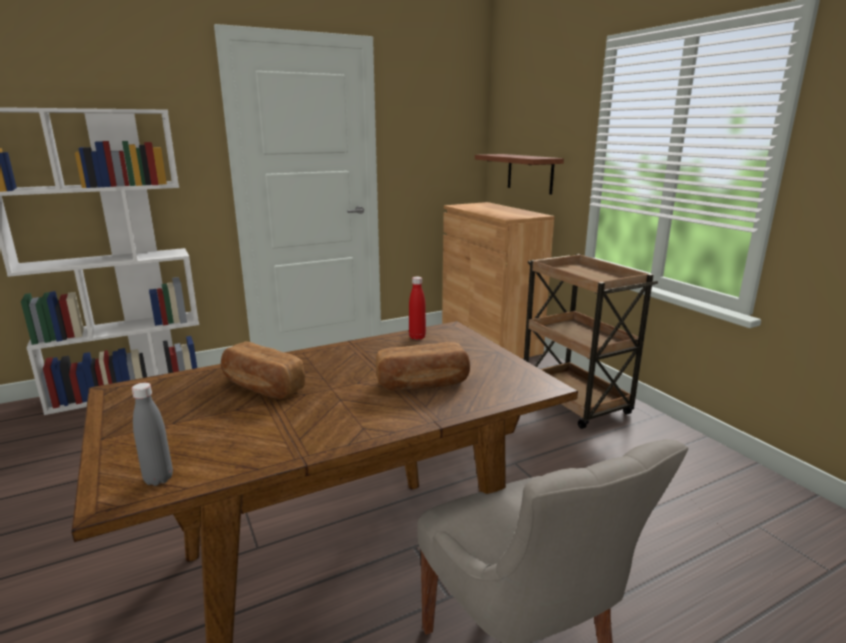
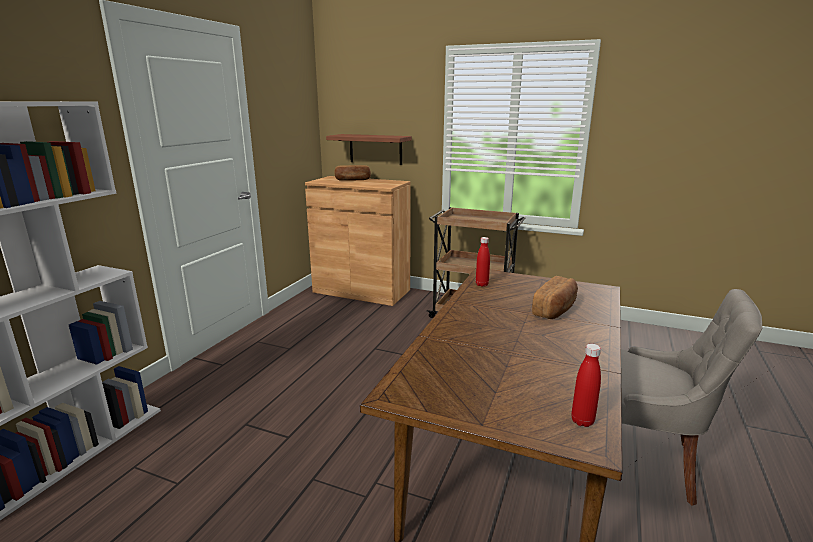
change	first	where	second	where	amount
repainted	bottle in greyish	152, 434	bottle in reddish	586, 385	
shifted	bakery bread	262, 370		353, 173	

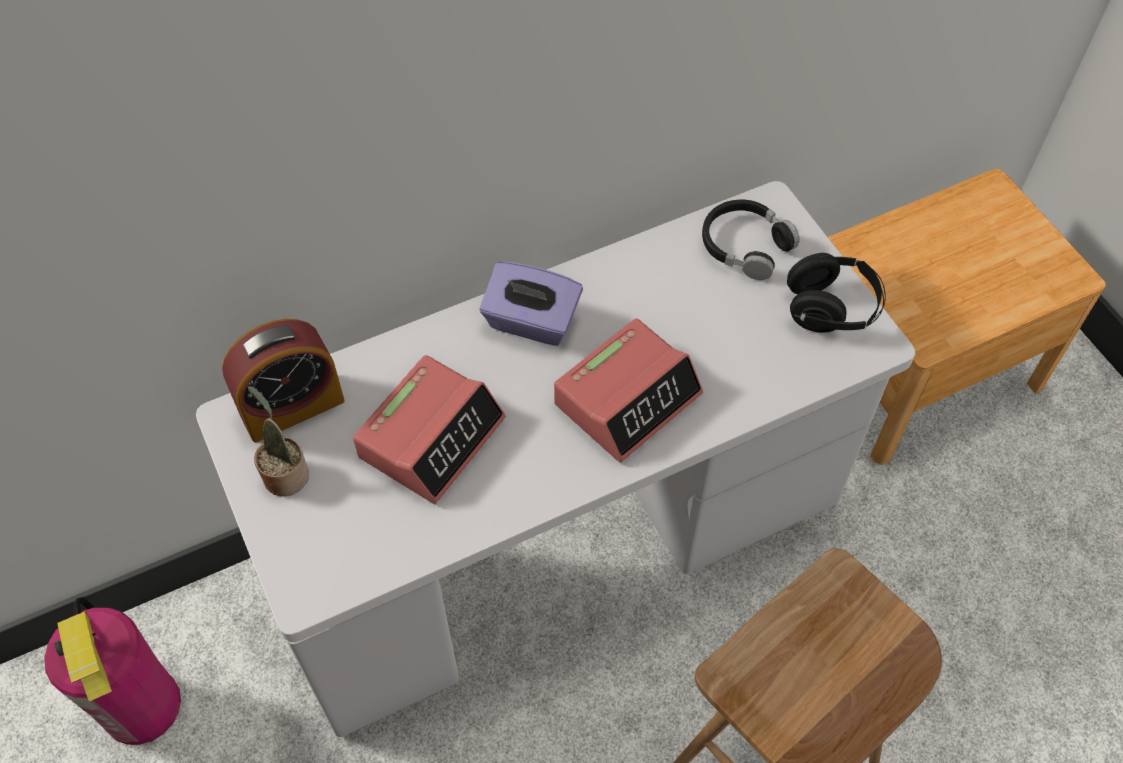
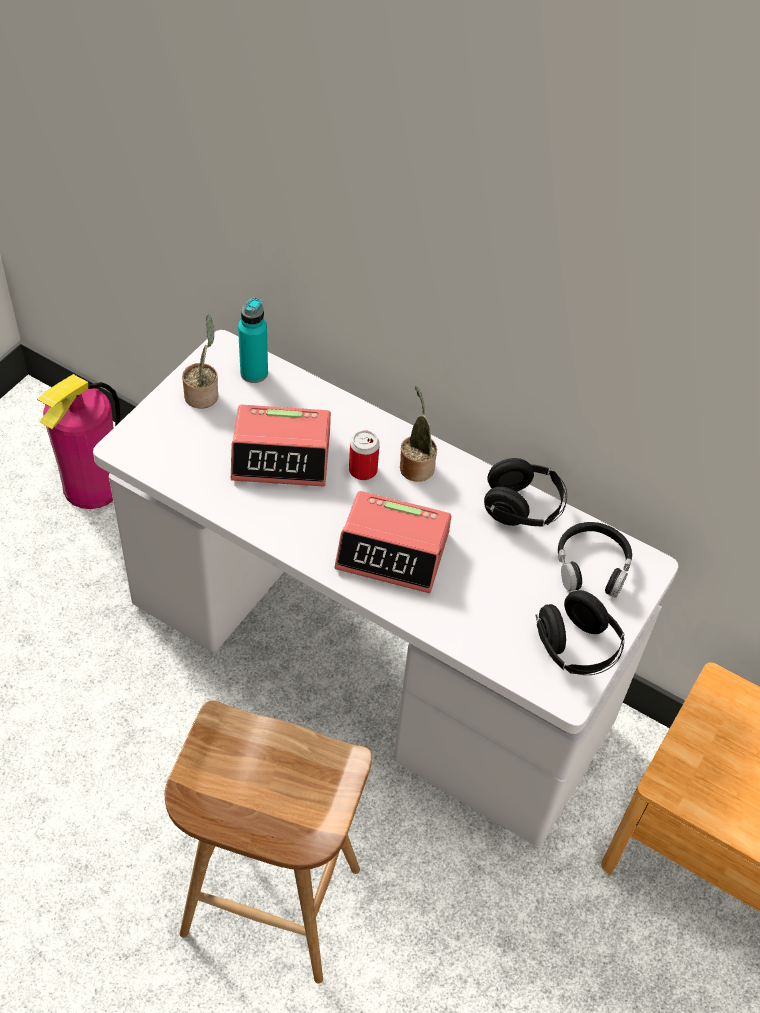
change	first	where	second	where	amount
swapped	table clock	283, 380	bottle in turquoise	253, 340	
swapped	tissue holder in purple-coloured	531, 304	potted plant	418, 434	
new			metal can	364, 455	
new			pair of headphones in blackish	525, 492	

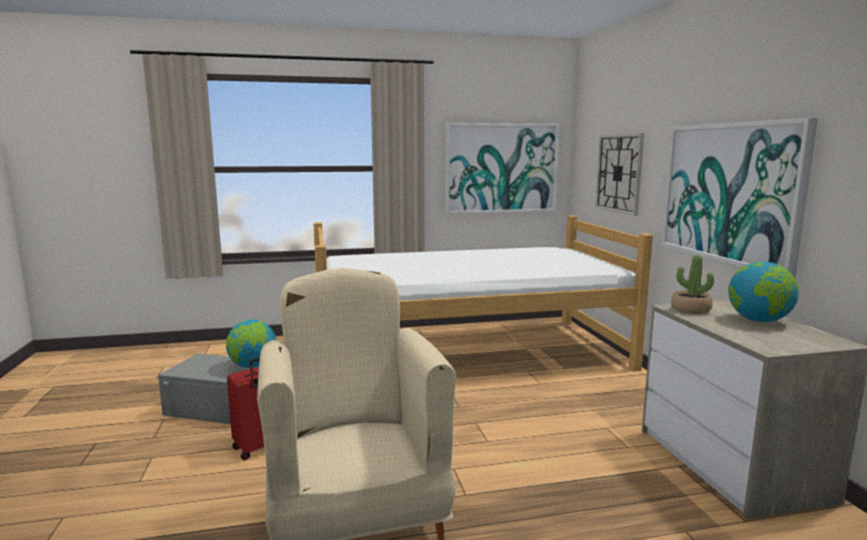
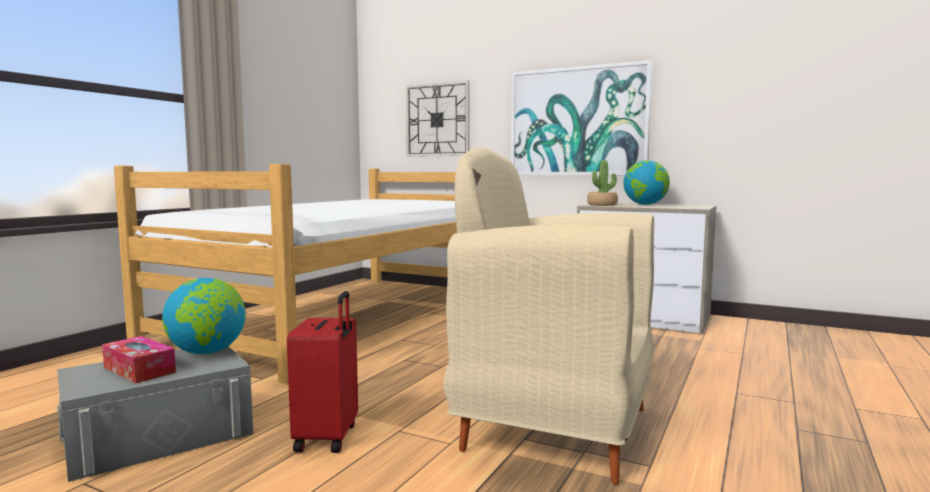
change	first	where	second	where	amount
gone	picture	502, 168			
new			tissue holder	139, 359	

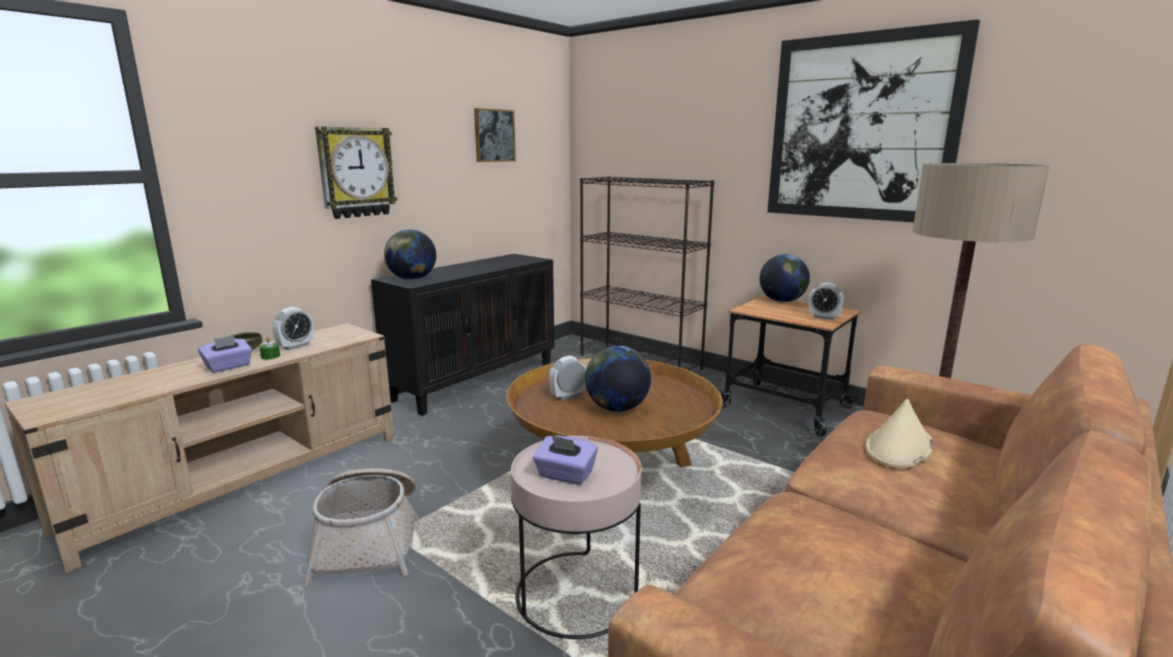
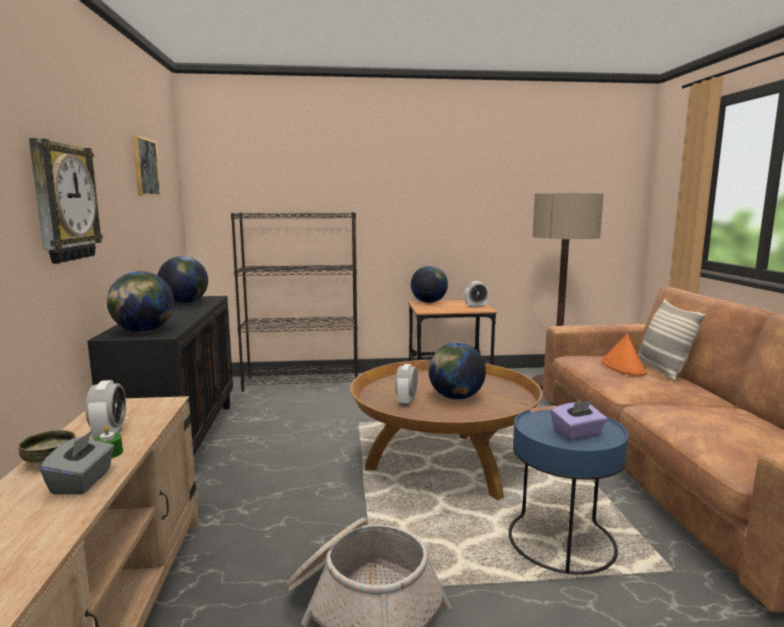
change	first	where	second	where	amount
repainted	tissue holder in purple-coloured	225, 354	tissue holder in greyish	77, 463	
repainted	end table in pinkish	576, 537	end table in bluish	568, 490	
gone	picture	874, 120			
repainted	clothing hat in beige-coloured	899, 433	clothing hat in orangey	624, 355	
new			desk globe	183, 280	
new			cushion	672, 340	

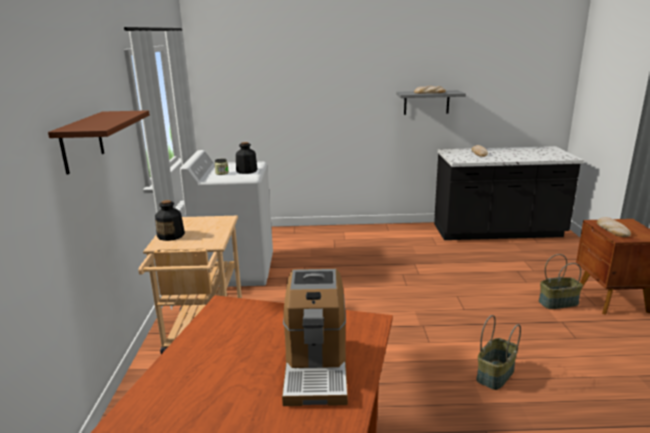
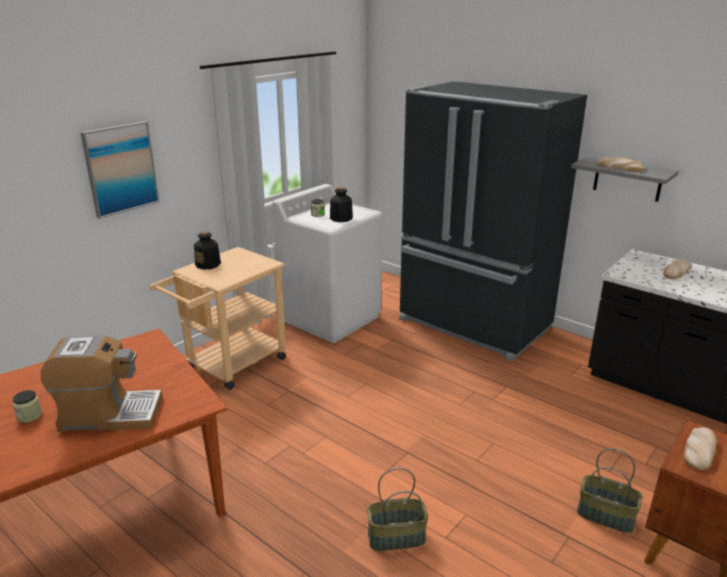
change	first	where	second	where	amount
swapped	bracket shelf in brown-coloured	99, 142	picture	119, 170	
rotated	coffee maker	315, 337		102, 383	135 degrees counterclockwise
new			jar	27, 406	
new			refrigerator in blackish	493, 221	

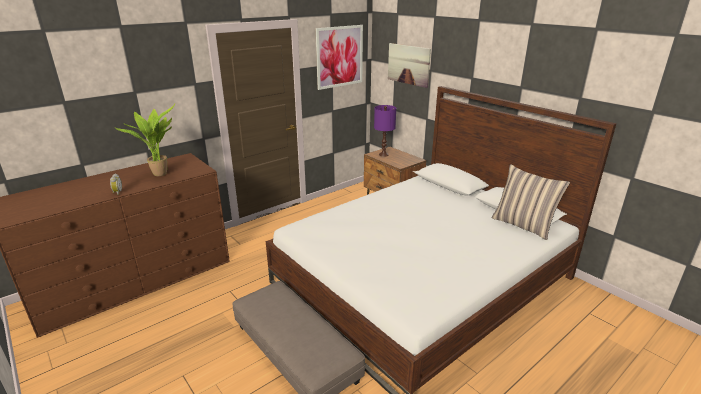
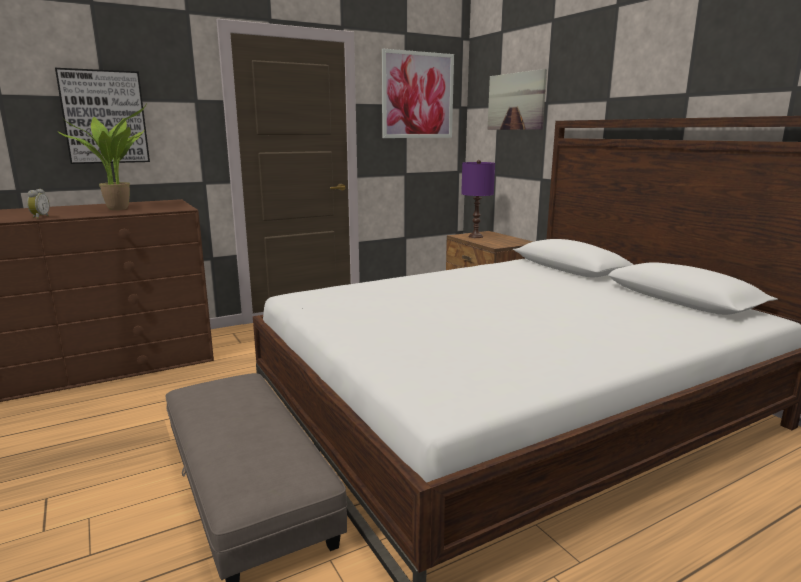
change	first	where	second	where	amount
gone	cushion	531, 202			
new			picture	102, 116	

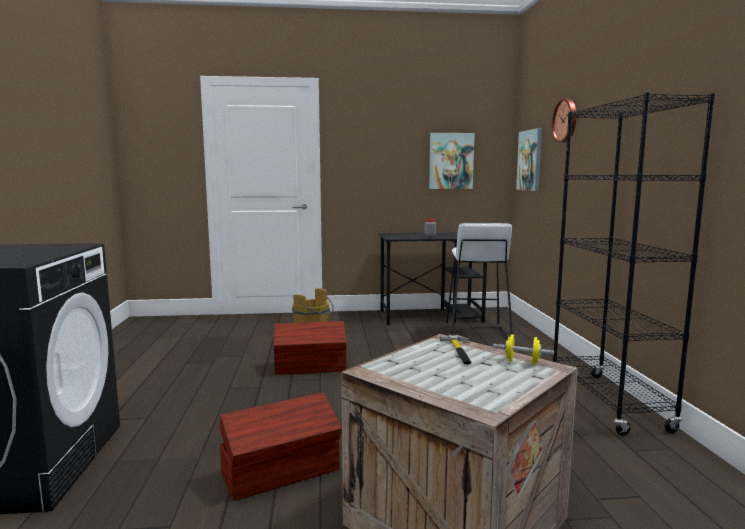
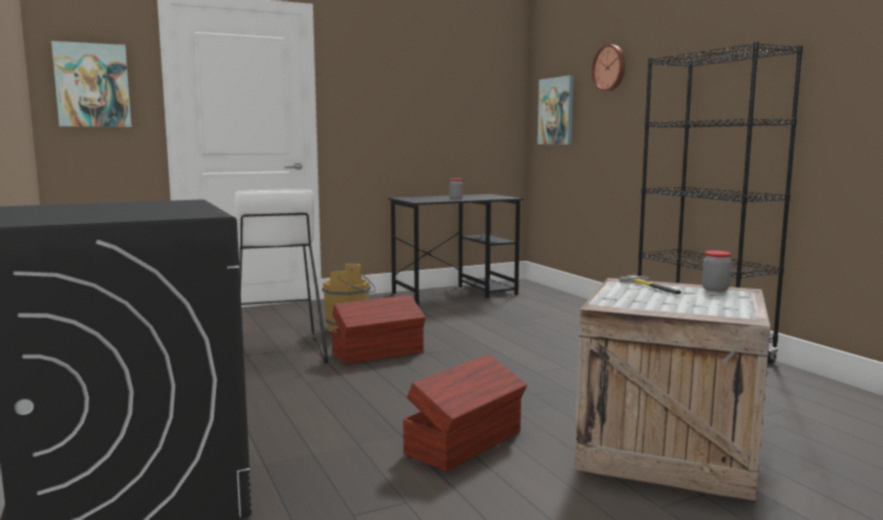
change	first	where	second	where	amount
shifted	picture	452, 161		91, 84	
shifted	stool in whitish	479, 281		281, 276	
swapped	hand weight in yellow	523, 349	jar	716, 271	

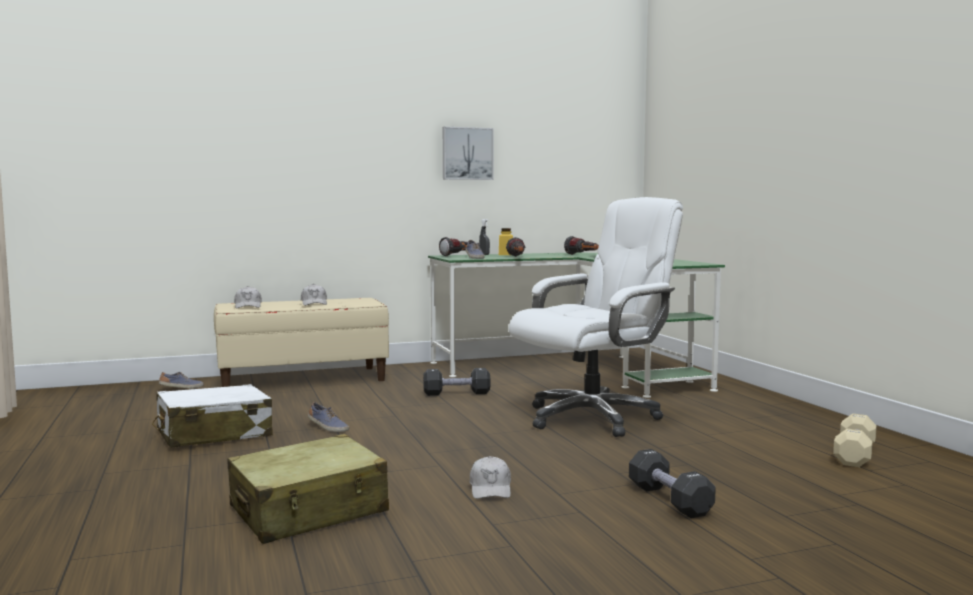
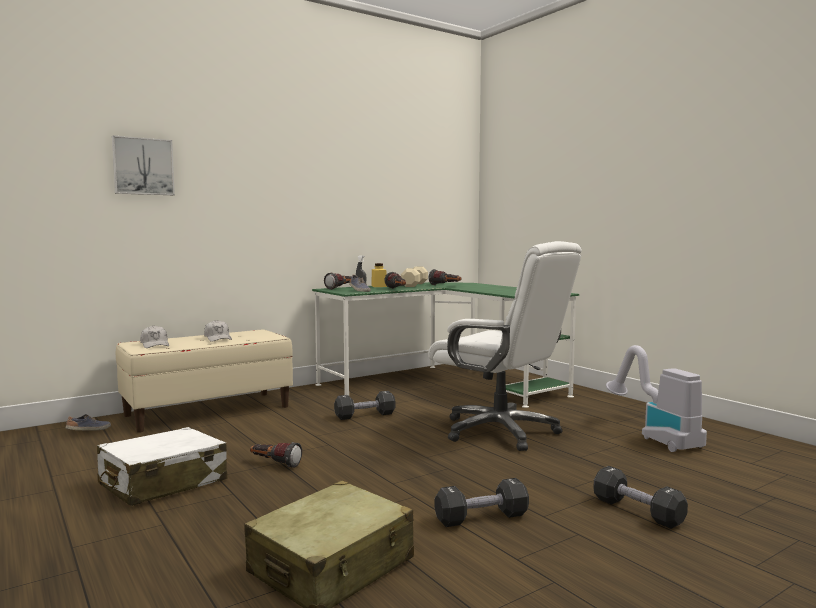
change	first	where	second	where	amount
swapped	item of footwear	328, 417	torch	276, 455	
shifted	picture	468, 153		143, 165	
swapped	cap in whitish	490, 477	hand weight in blackish	481, 502	
rotated	desk chair in whitish	596, 317		505, 346	90 degrees clockwise
shifted	hand weight in beige-coloured	855, 440		414, 276	
new			vacuum	656, 398	

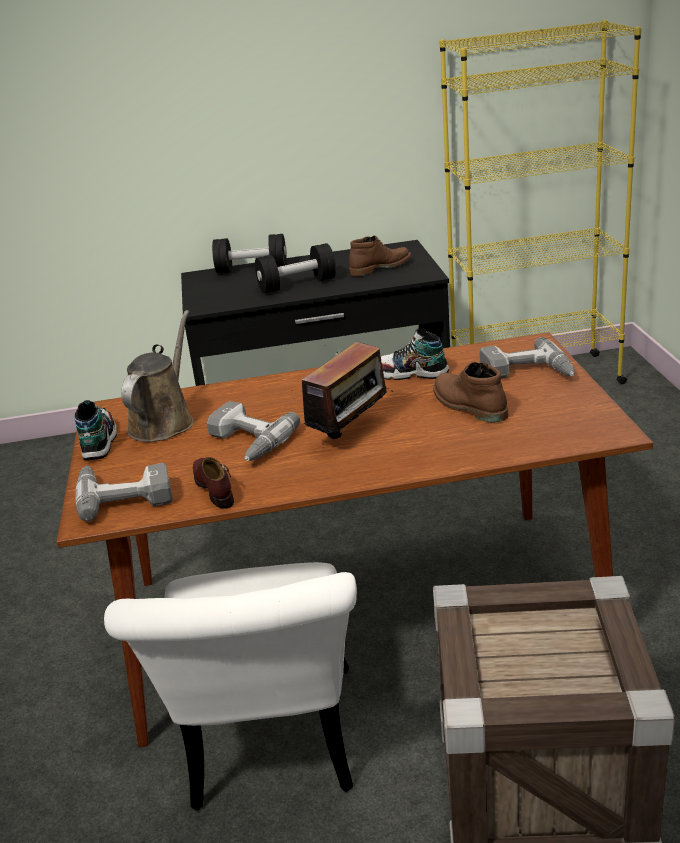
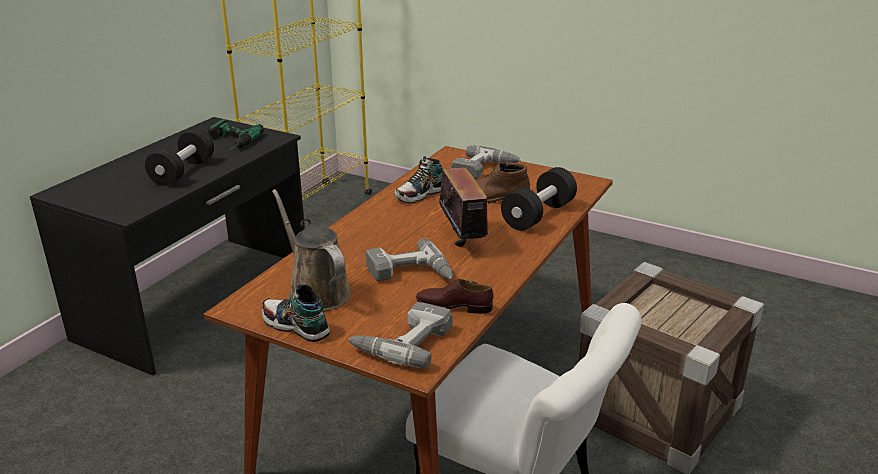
change	first	where	second	where	amount
shifted	hand weight in blackish	249, 253		539, 199	
swapped	tall boot in brown-coloured	380, 255	drill	236, 134	

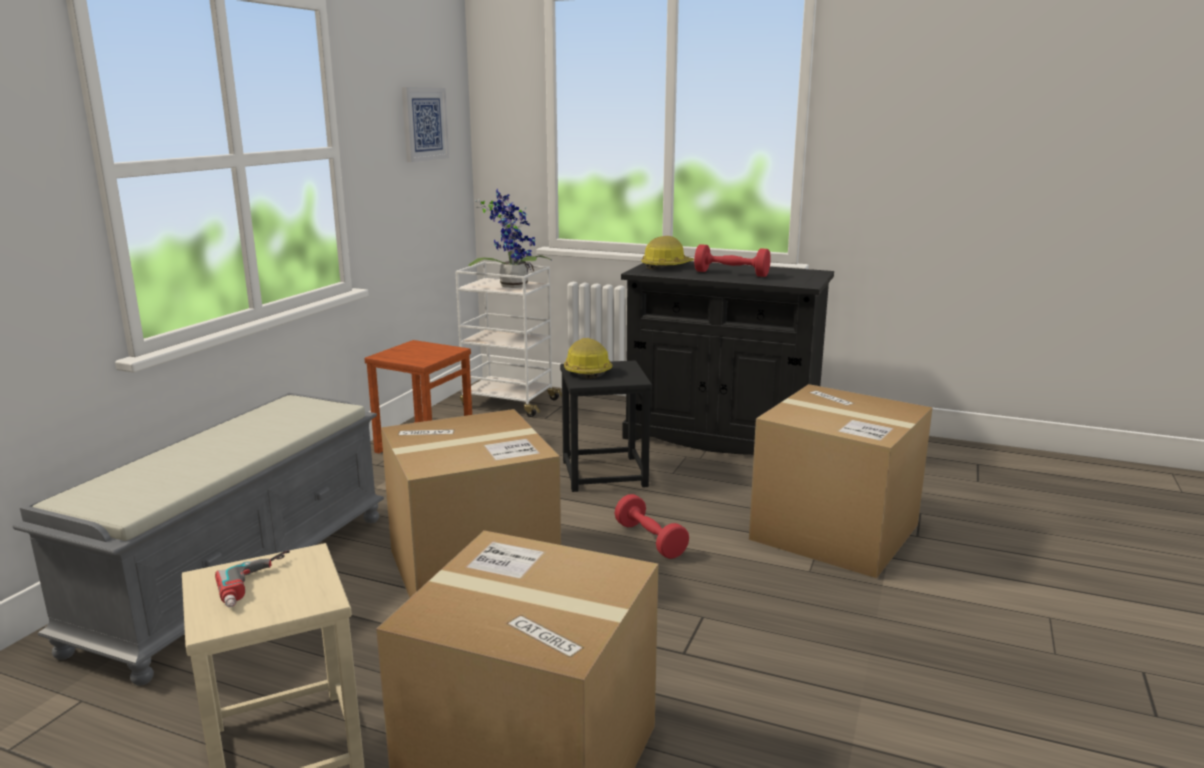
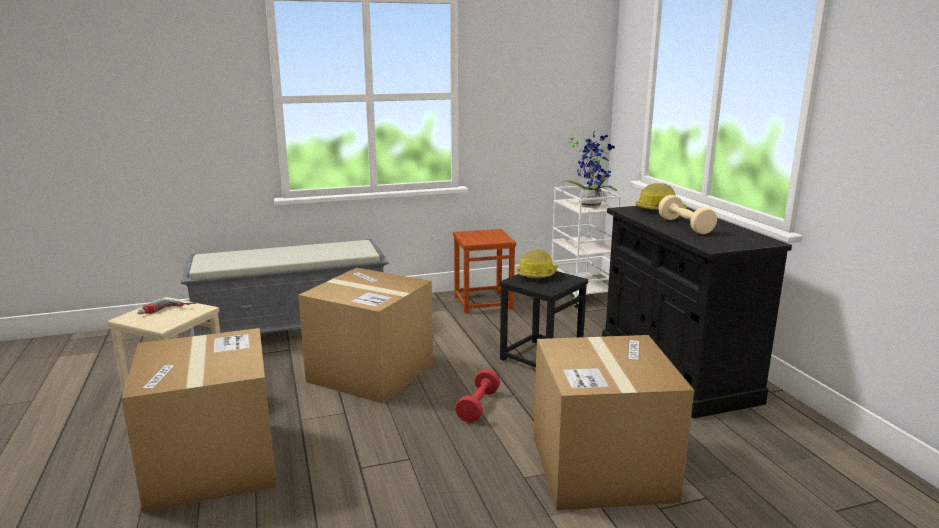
change	first	where	second	where	amount
gone	picture	425, 124			
repainted	hand weight in reddish	732, 260	hand weight in beige-coloured	687, 214	

